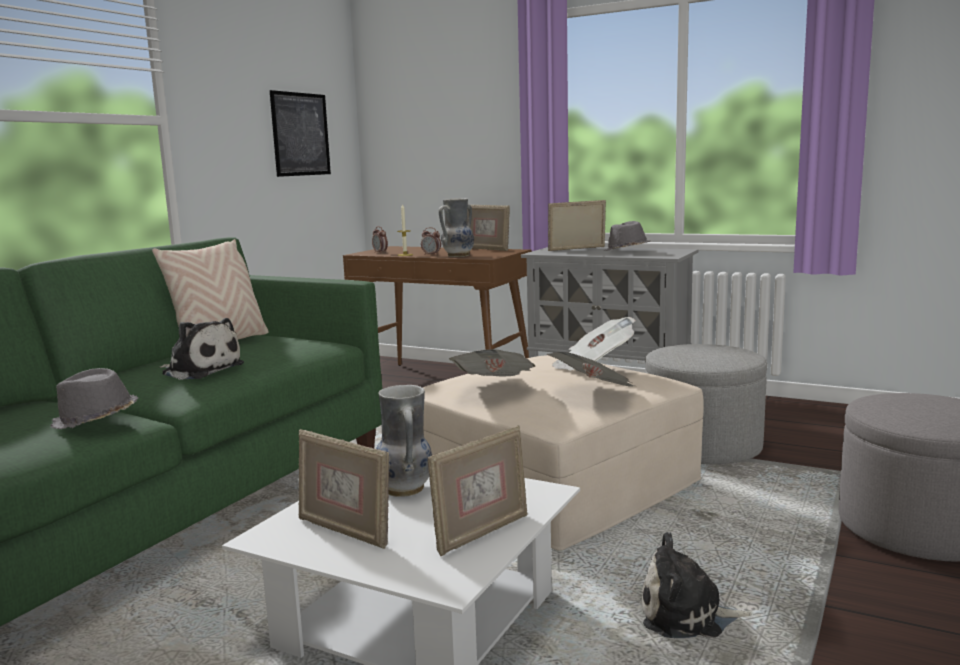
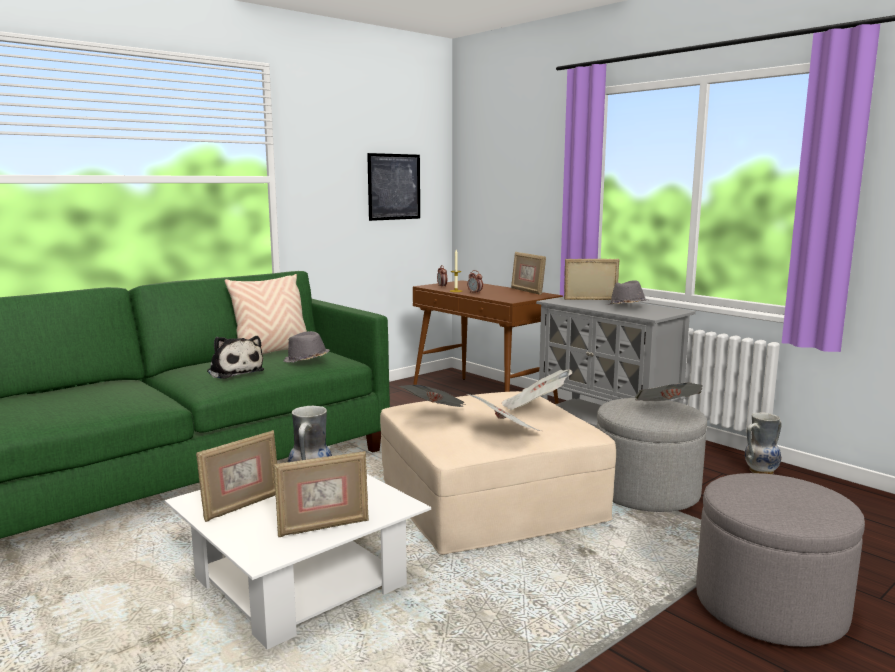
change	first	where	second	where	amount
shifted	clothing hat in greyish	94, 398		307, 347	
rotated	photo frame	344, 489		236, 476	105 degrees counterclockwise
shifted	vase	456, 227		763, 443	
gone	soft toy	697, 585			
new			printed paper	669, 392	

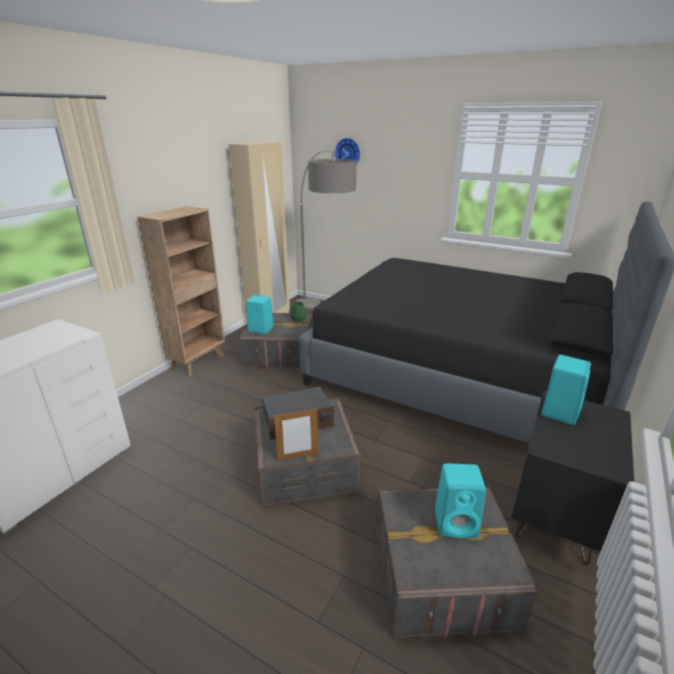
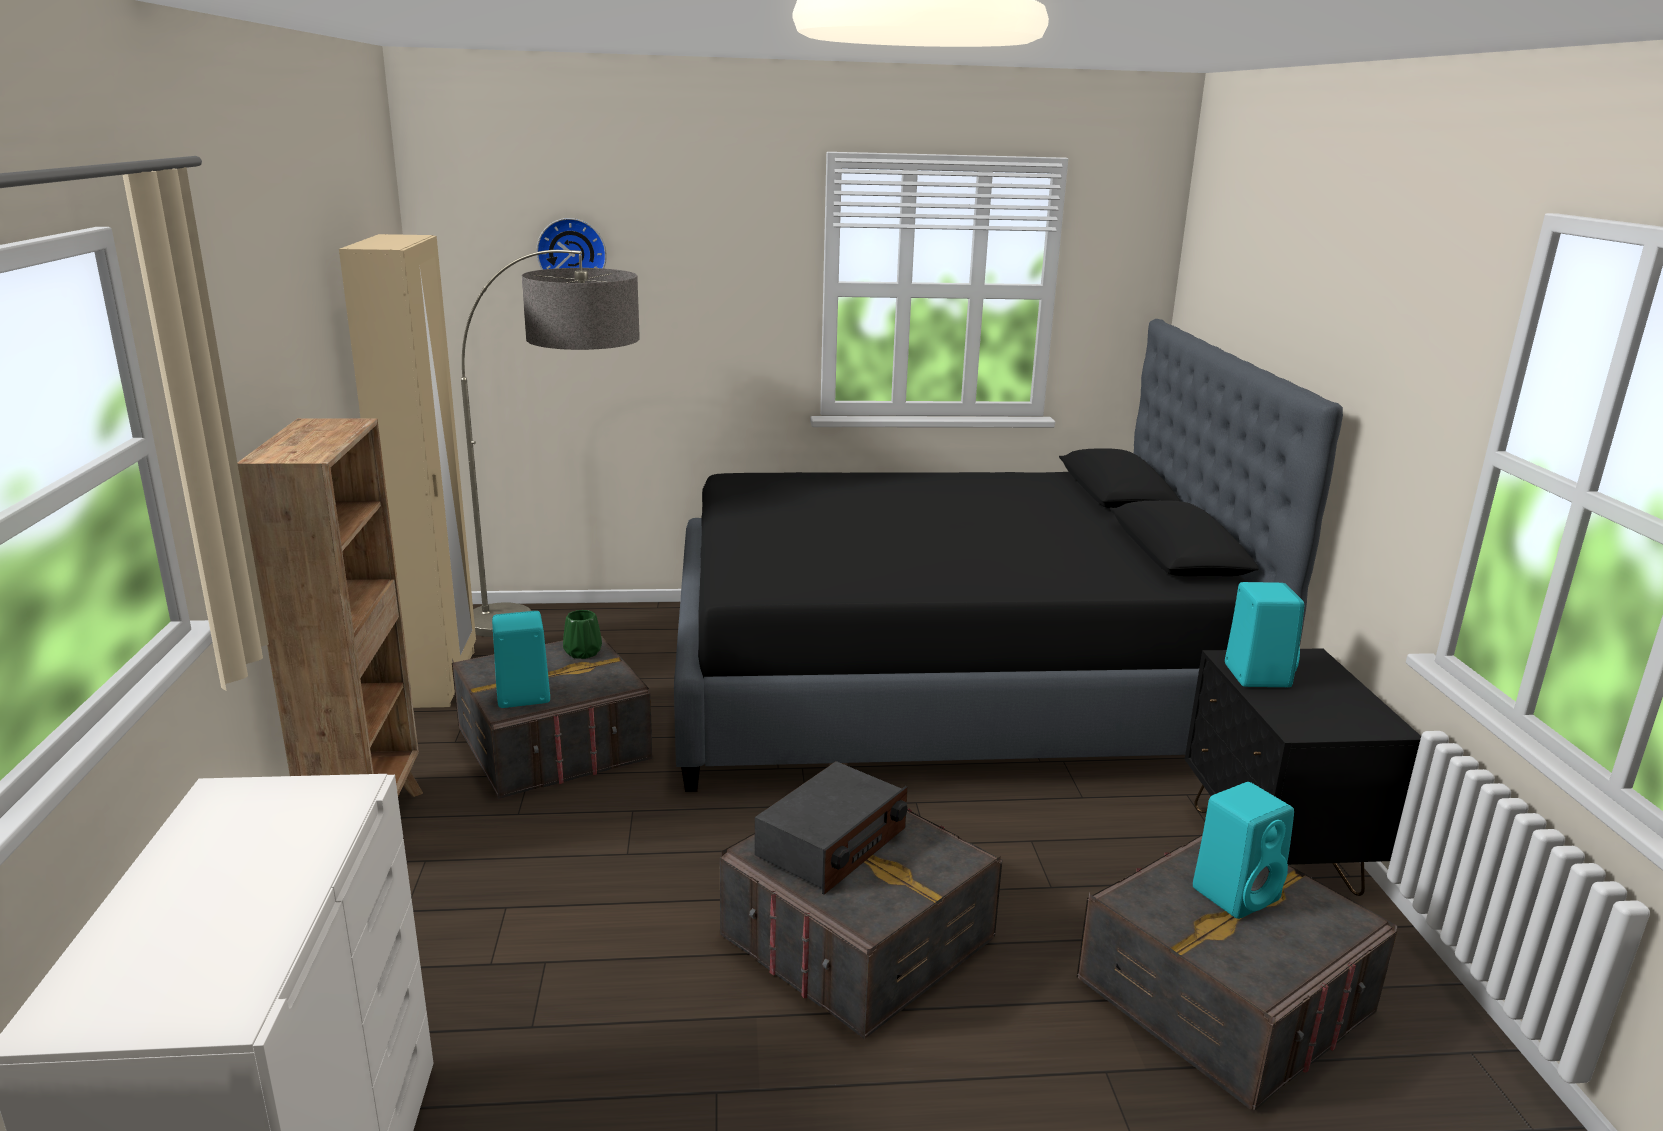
change	first	where	second	where	amount
gone	photo frame	296, 434			

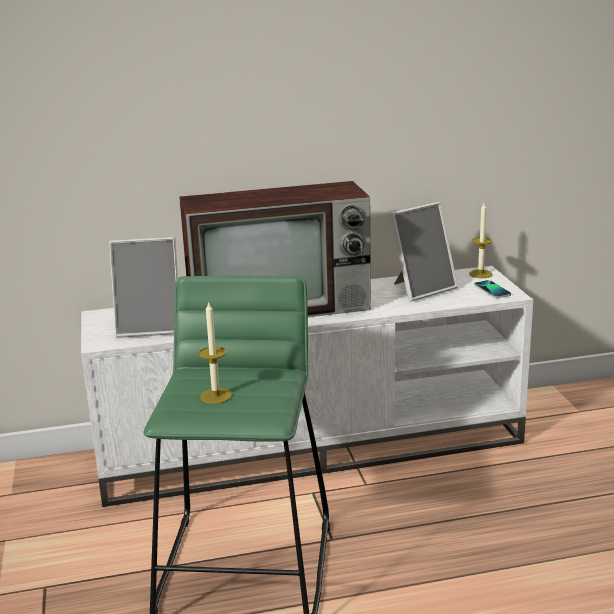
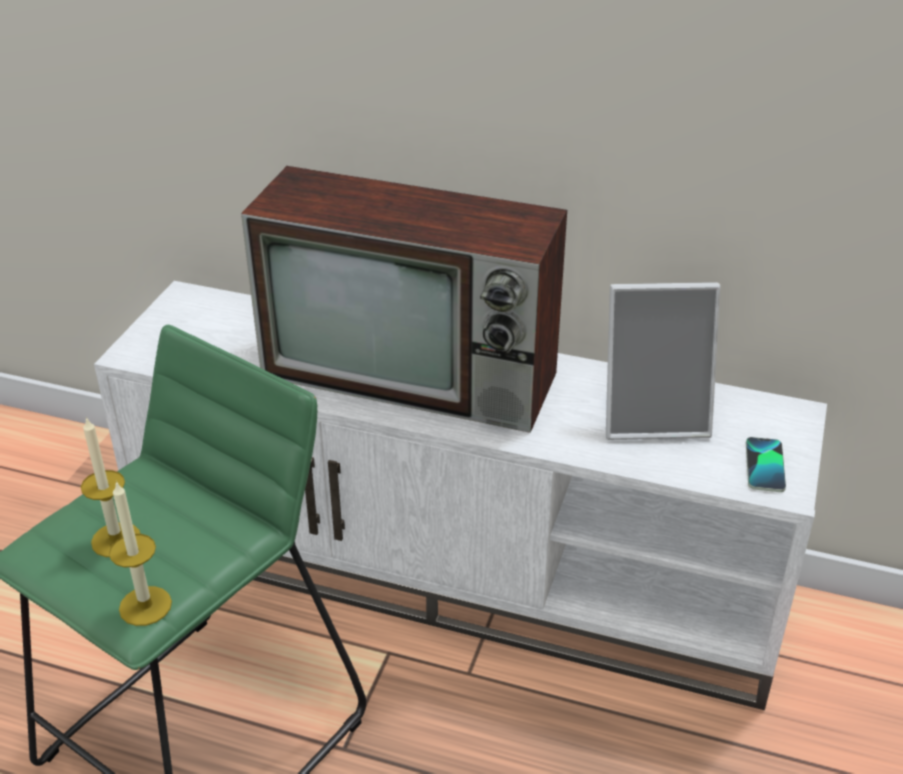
change	first	where	second	where	amount
gone	photo frame	143, 287			
shifted	candle	480, 240		140, 553	

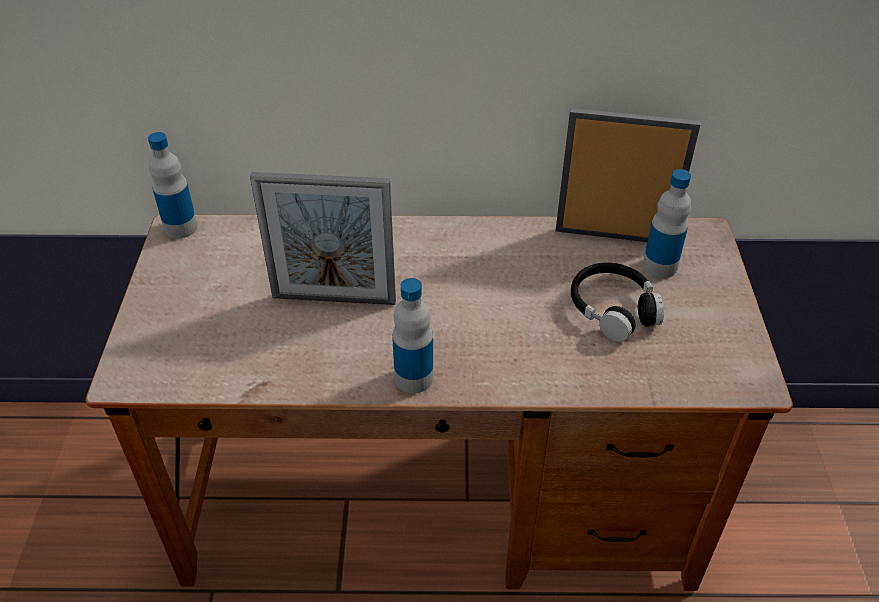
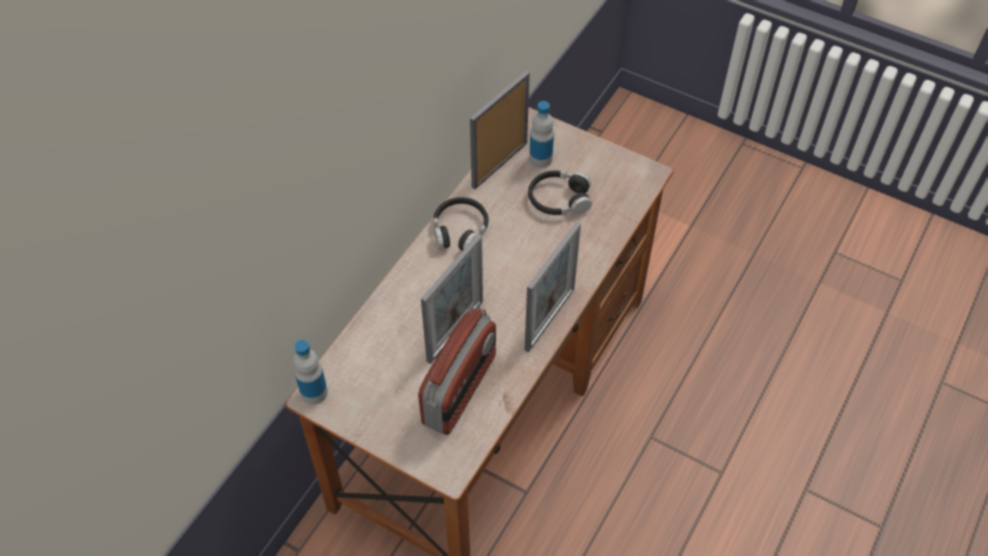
change	first	where	second	where	amount
swapped	bottle	412, 335	photo frame	552, 286	
new			radio set	457, 371	
new			pair of headphones in blackish	460, 224	

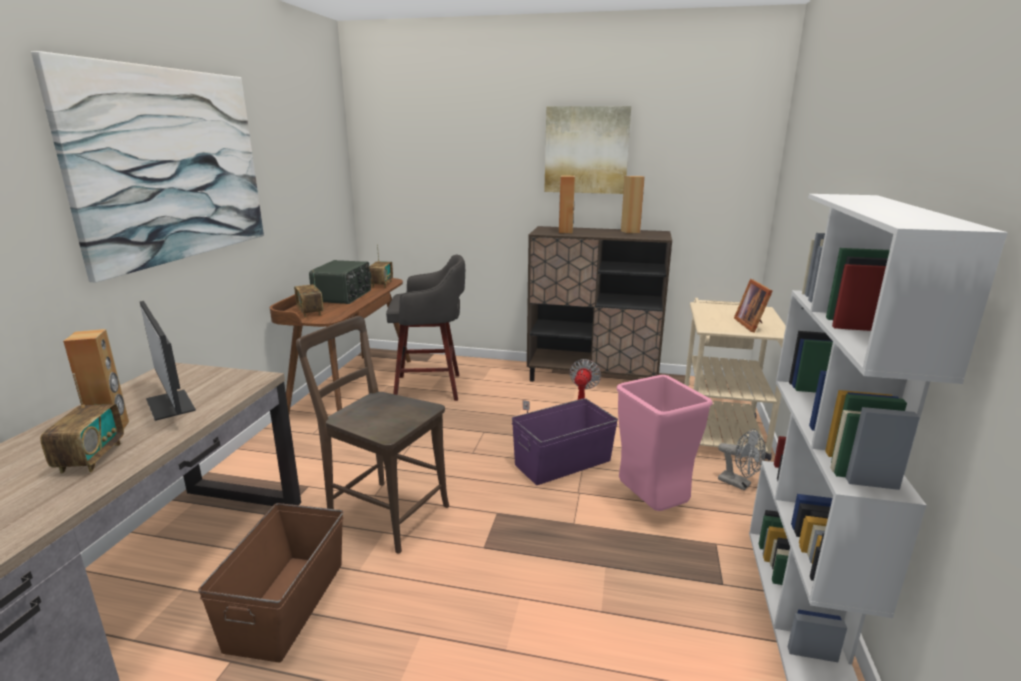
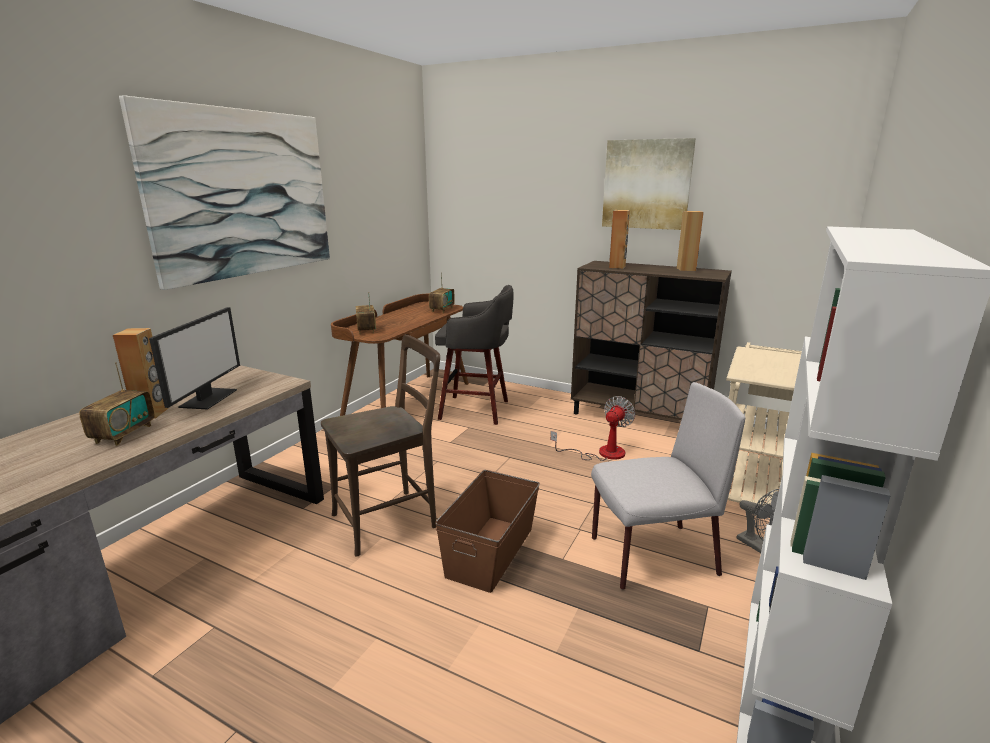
change	first	where	second	where	amount
rotated	monitor	168, 361		194, 358	150 degrees counterclockwise
shifted	storage bin in brown-coloured	271, 582		487, 531	
rotated	plain chair in brown-coloured	372, 435		380, 445	105 degrees clockwise
gone	radio set	340, 282			
gone	storage bin in purple-coloured	565, 441			
swapped	rubbish bin in pinkish	665, 443	plain chair in greyish	668, 486	
gone	photo frame	753, 306			

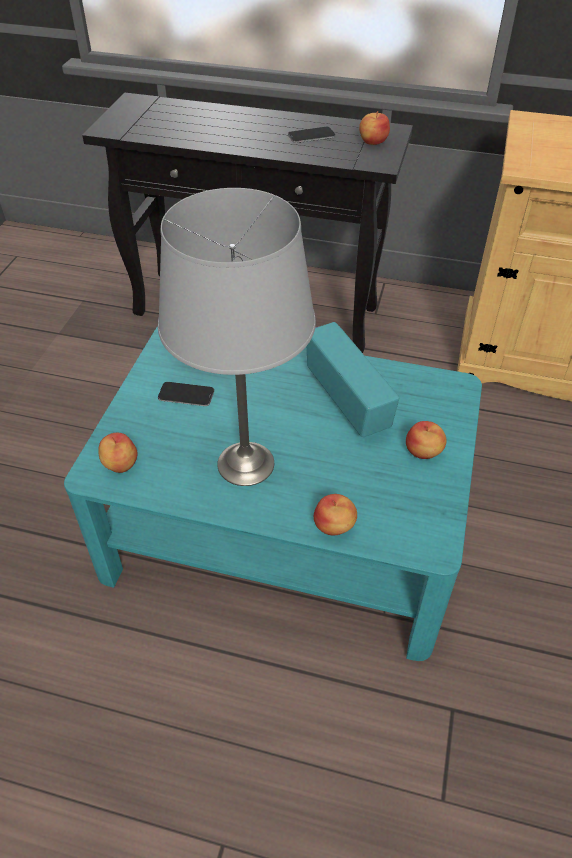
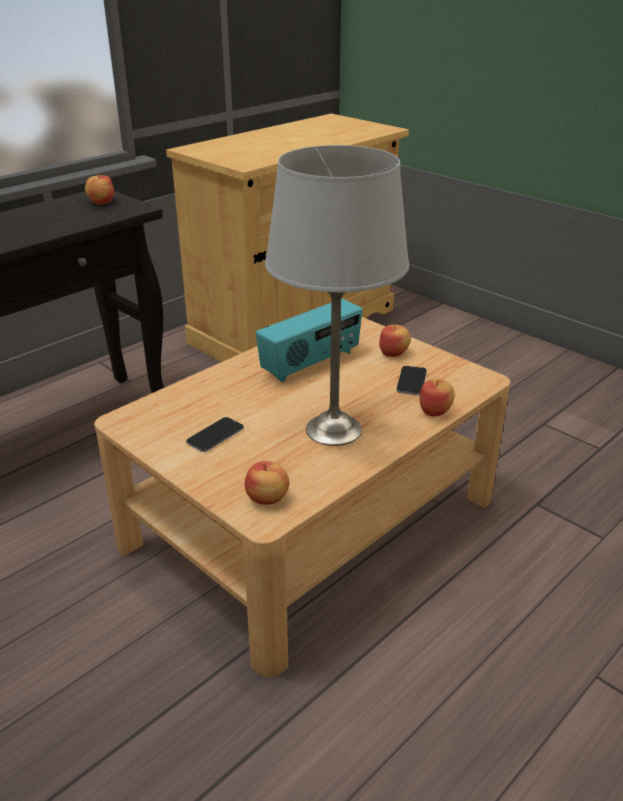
change	first	where	second	where	amount
repainted	lounge table in turquoise	273, 494	lounge table in beige-coloured	302, 497	
shifted	telephone	311, 135		412, 380	
rotated	radio set	353, 379		309, 340	135 degrees clockwise

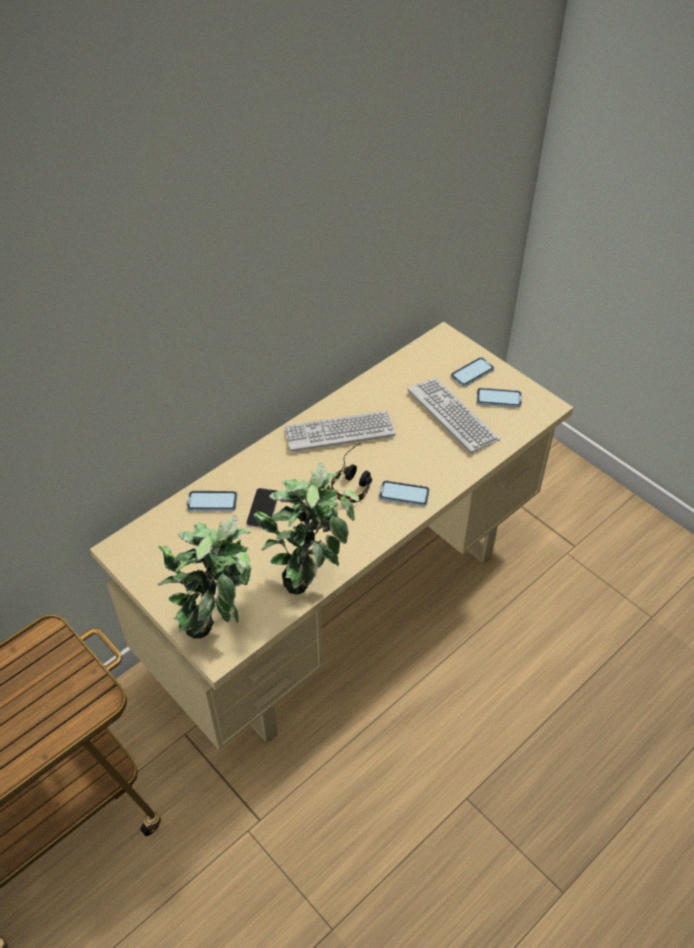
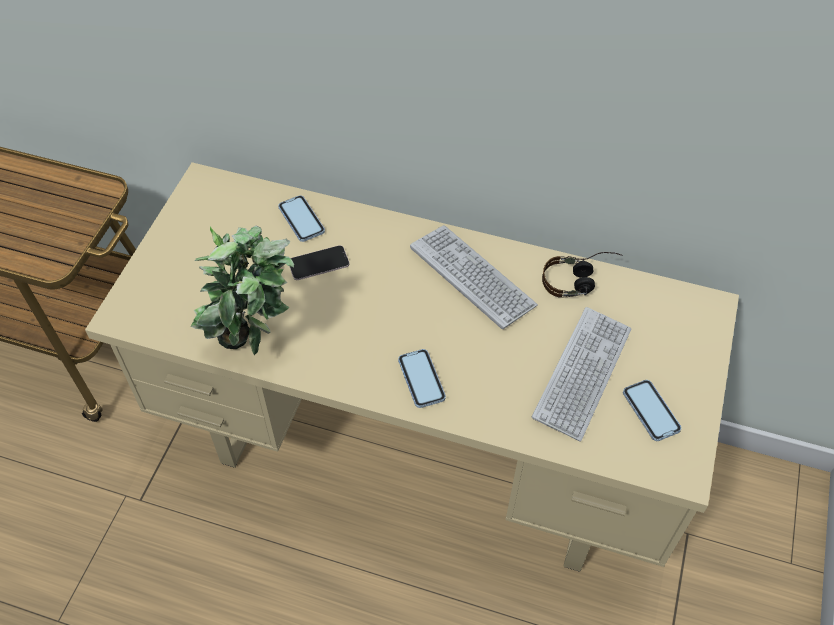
change	first	where	second	where	amount
gone	potted plant	204, 576			
shifted	pair of headphones	352, 473		581, 275	
gone	telephone	472, 372			

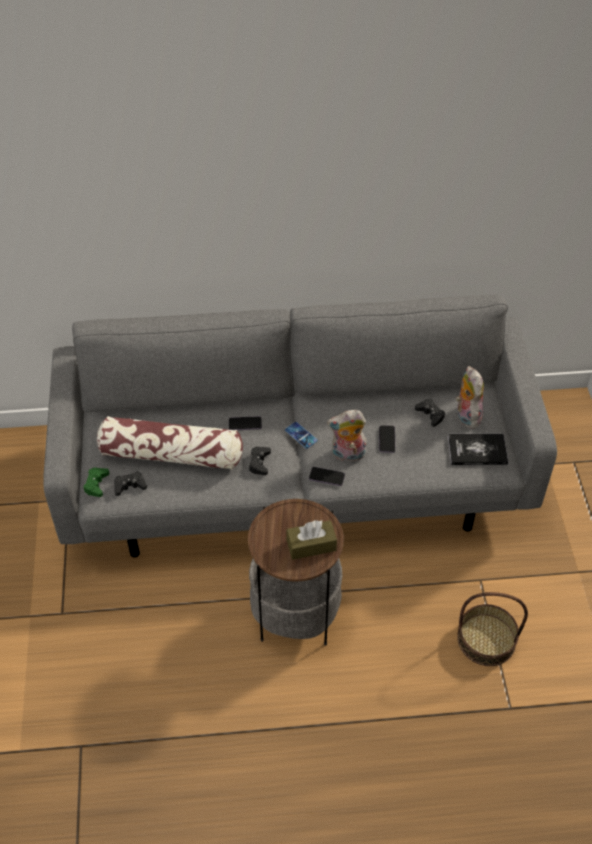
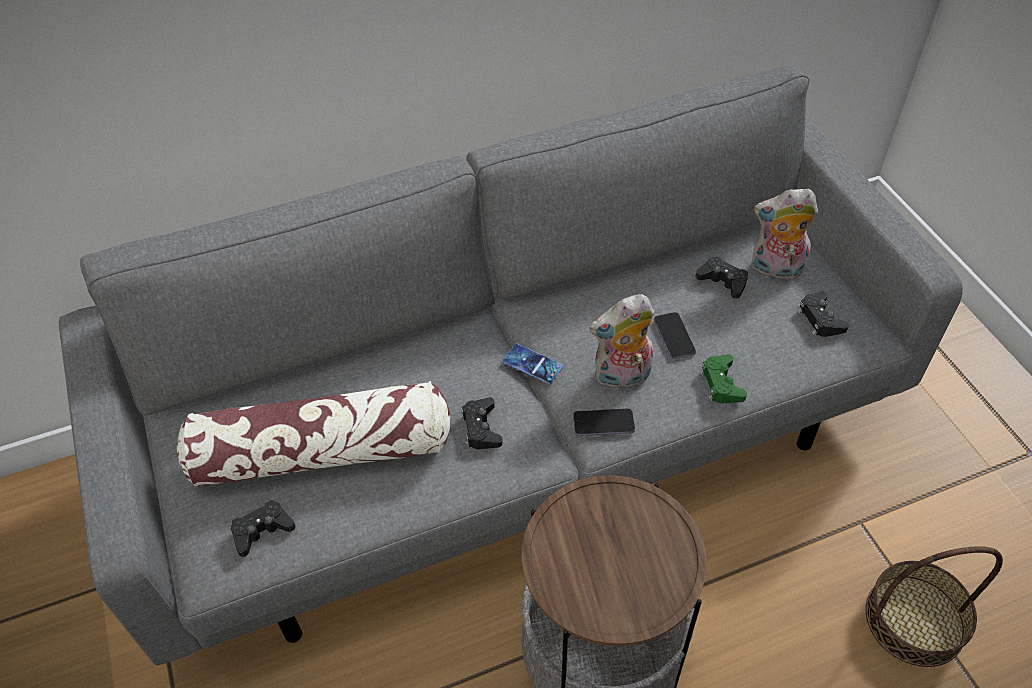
change	first	where	second	where	amount
shifted	gamepad in green	96, 482		723, 378	
gone	telephone	245, 423			
gone	tissue holder in brown-coloured	311, 540			
swapped	volume	478, 449	gamepad in blackish	823, 314	
rotated	soft toy	470, 397		784, 234	60 degrees counterclockwise

